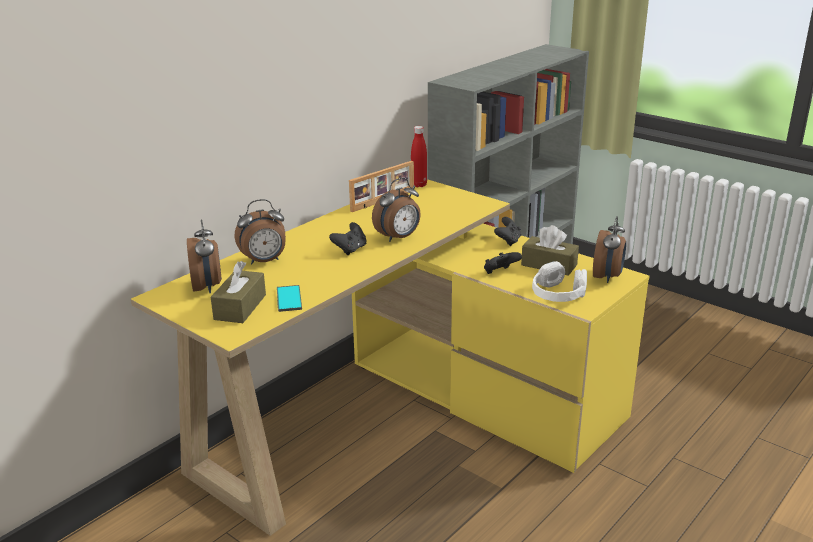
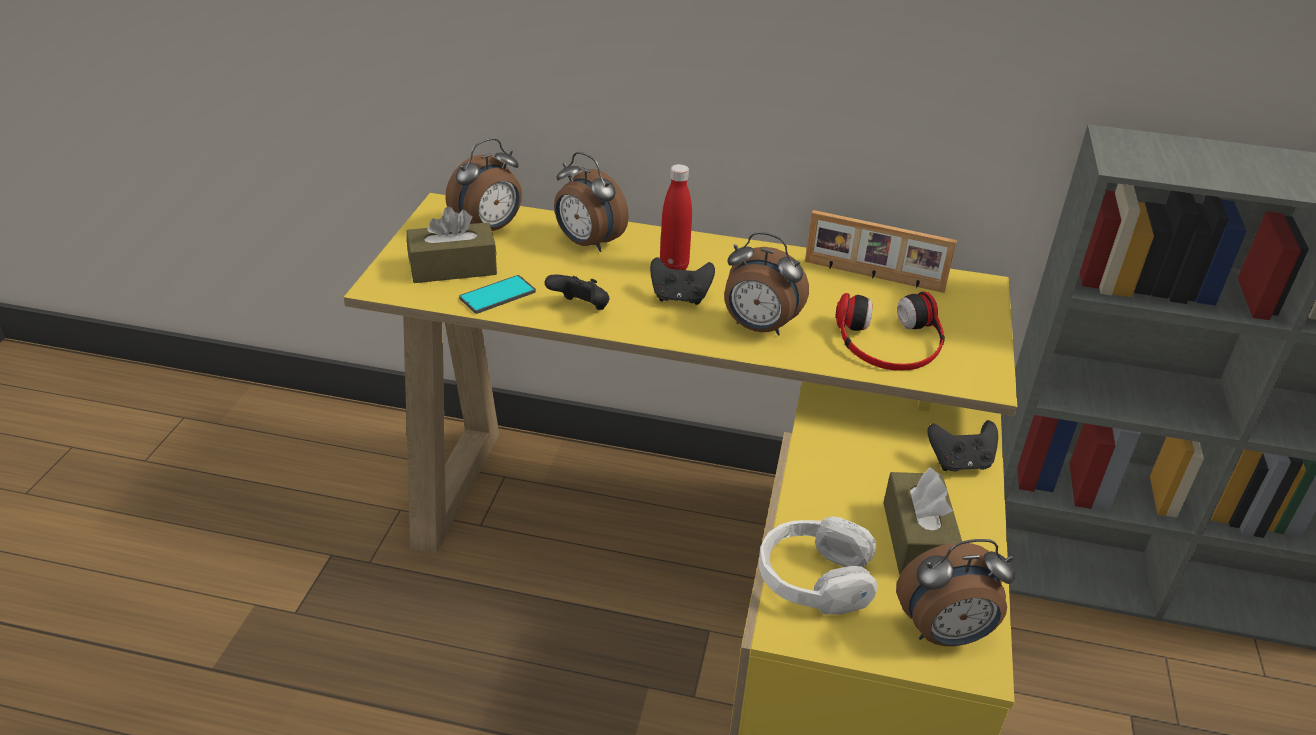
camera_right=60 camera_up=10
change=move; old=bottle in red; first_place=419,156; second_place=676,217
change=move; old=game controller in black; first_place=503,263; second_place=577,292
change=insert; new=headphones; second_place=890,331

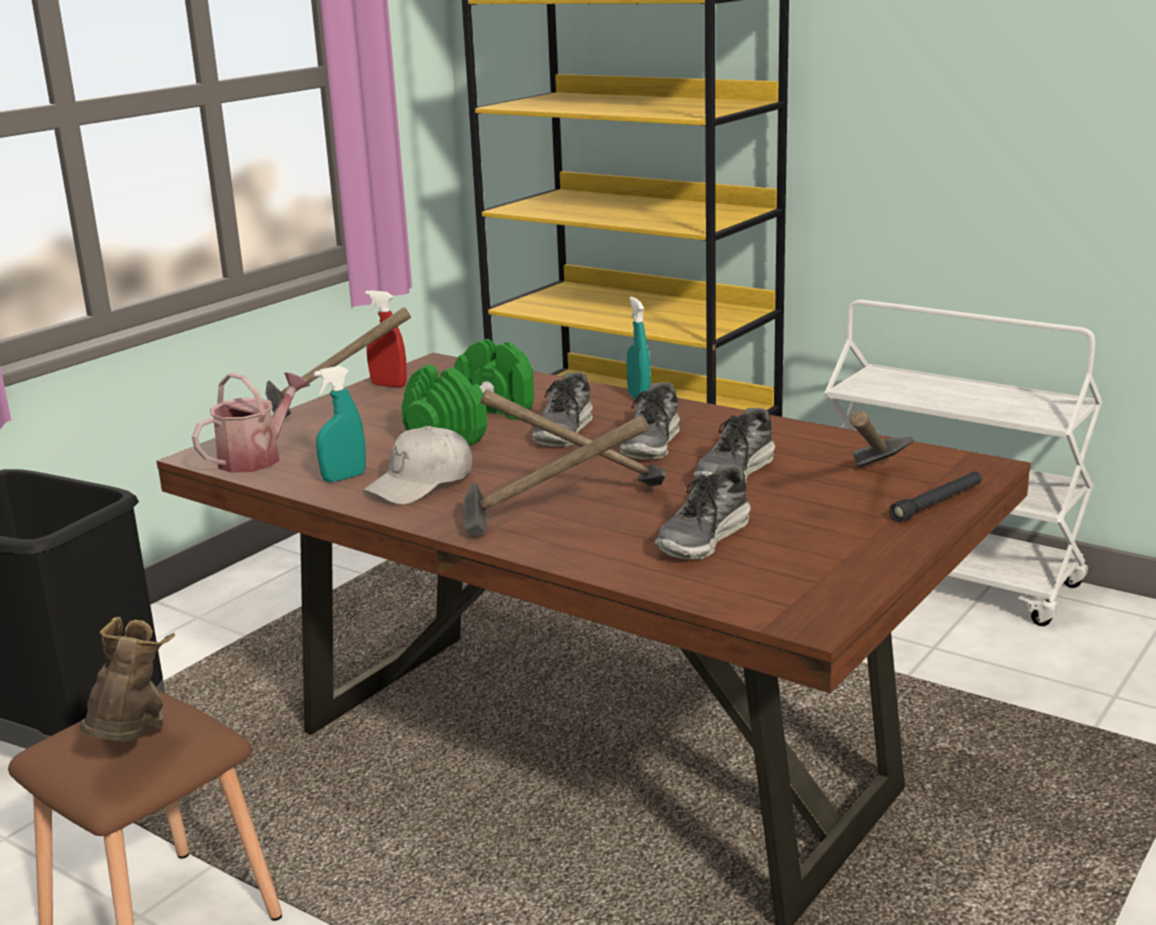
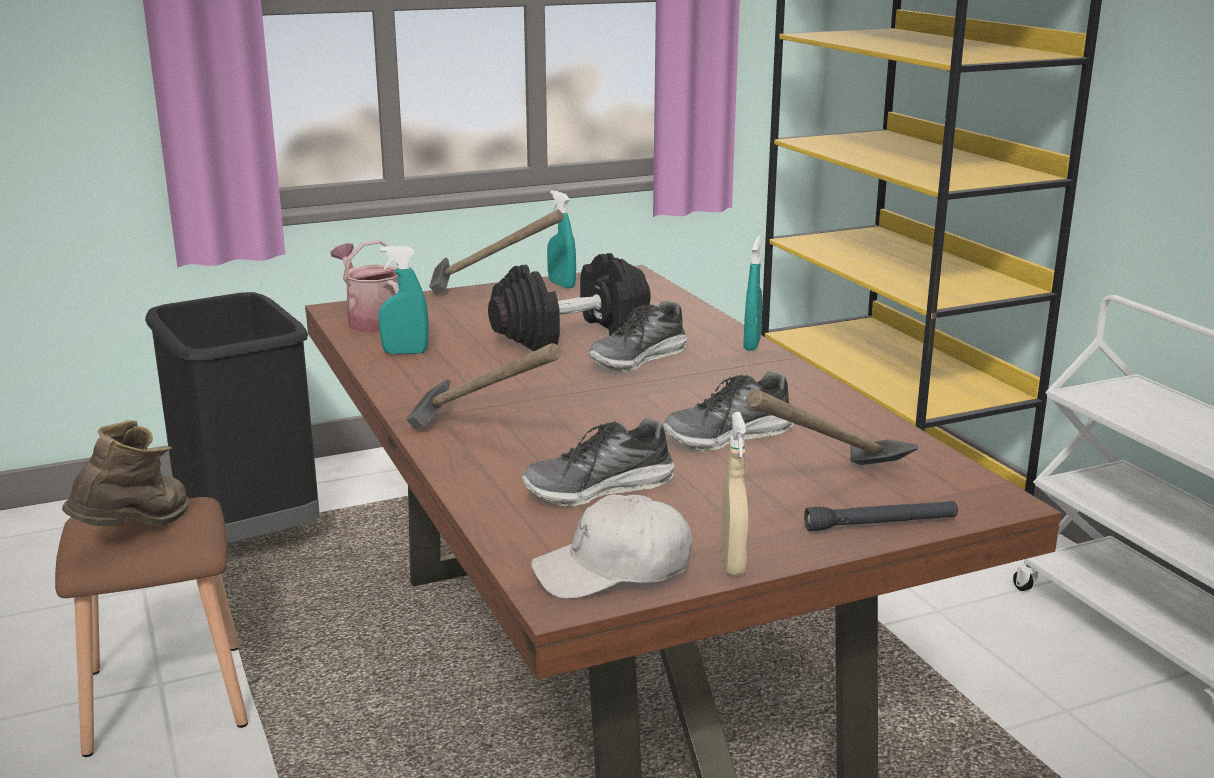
camera_right=30 camera_up=0
change=rotate; old=watering can; first_place=250,423; second_place=364,286; degrees=-105
change=move; old=cap in white; first_place=417,465; second_place=611,546
change=recolor; old=spray bottle in red; new=spray bottle in turquoise; first_place=385,338; second_place=561,239
change=recolor; old=dumbbell in green; new=dumbbell in black; first_place=467,392; second_place=569,302
change=delete; old=hammer; first_place=573,437
change=delete; old=shoe; first_place=650,420
change=insert; new=spray bottle in beige; second_place=734,493

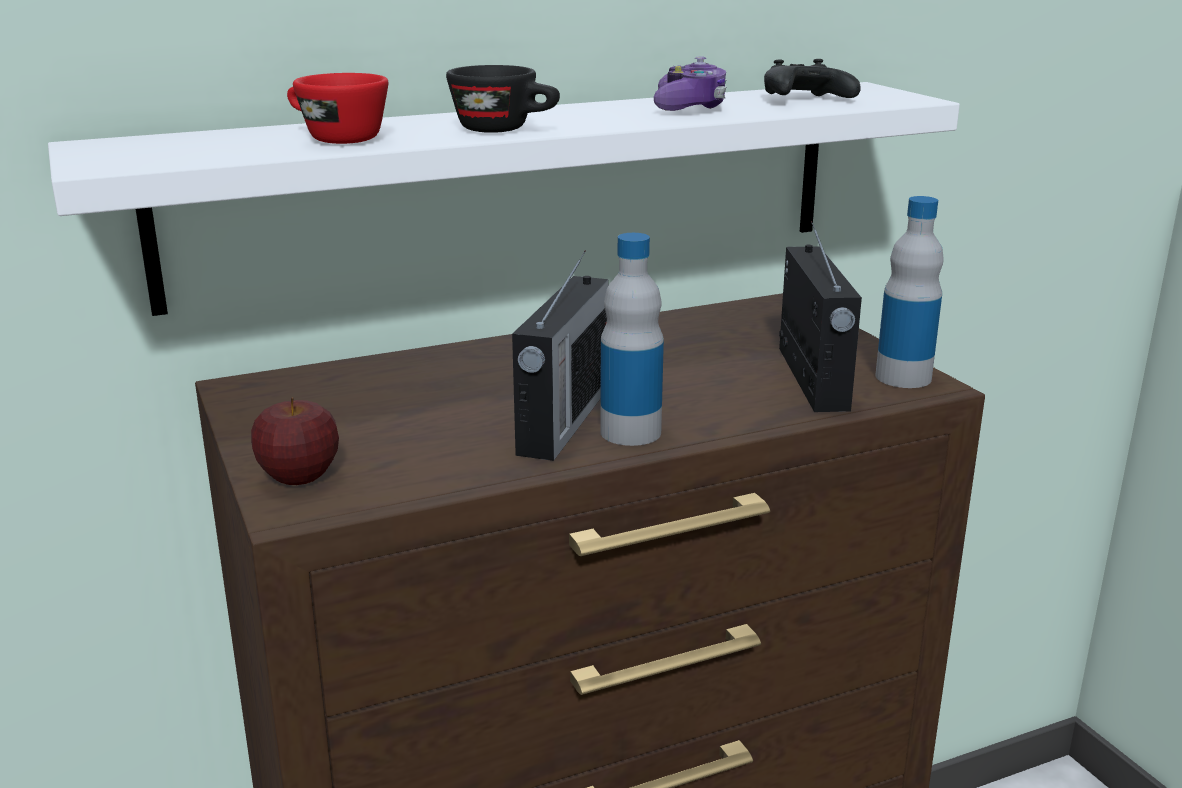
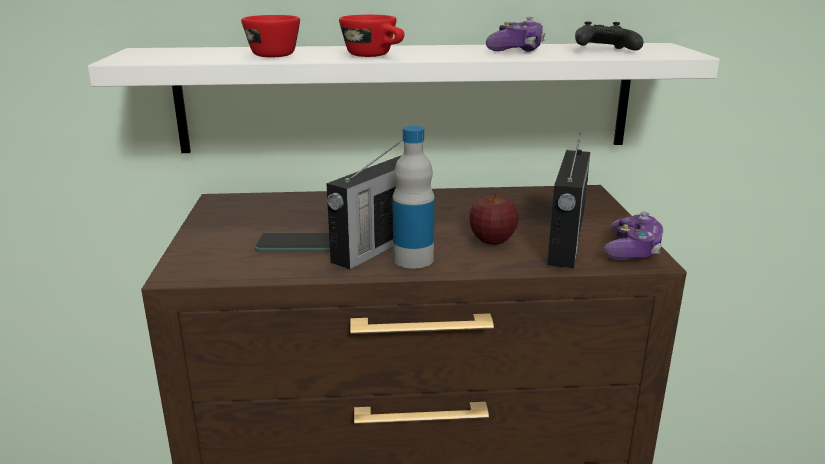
camera_right=20 camera_up=0
change=move; old=apple; first_place=295,441; second_place=494,219
change=recolor; old=cup in black; new=cup in red; first_place=503,99; second_place=371,36
change=replace; old=bottle; new=game controller; first_place=909,292; second_place=634,236
change=insert; new=phone; second_place=292,242

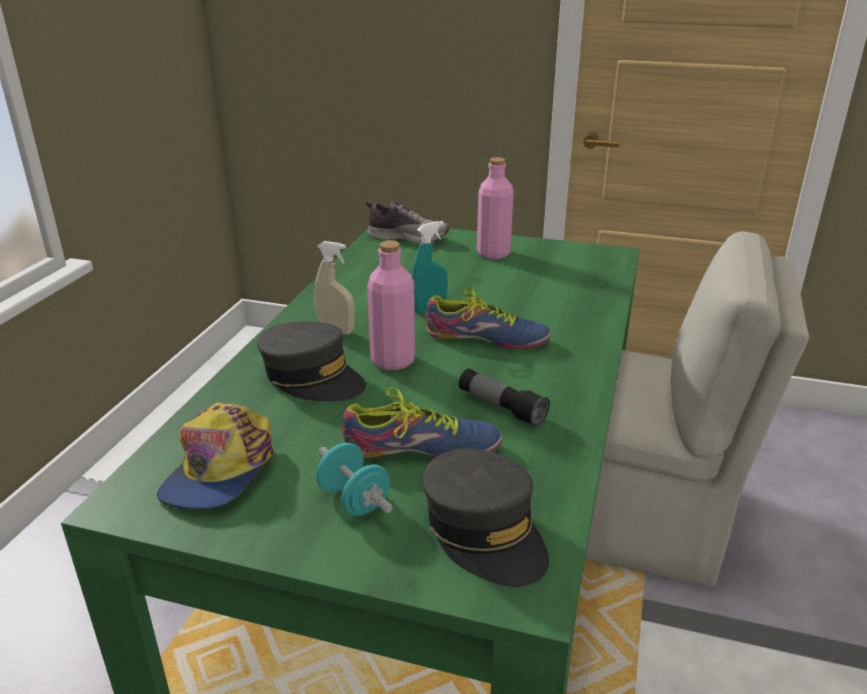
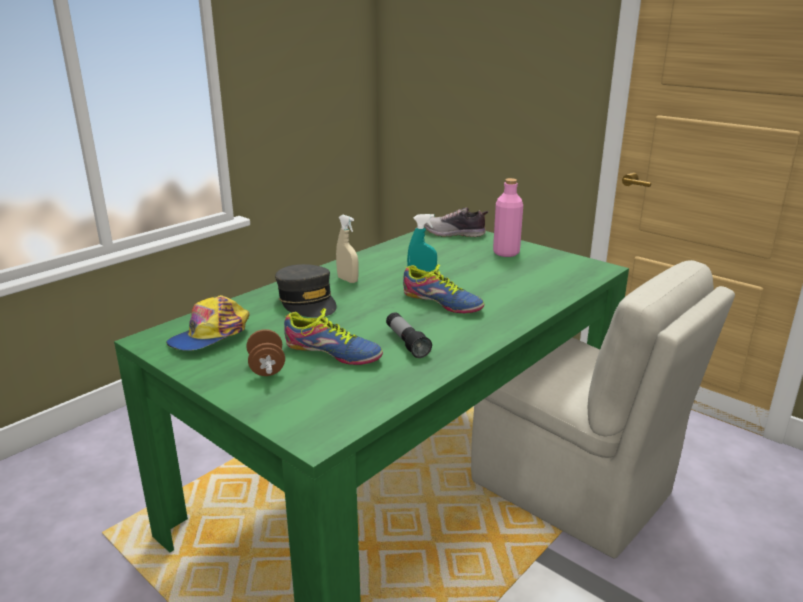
camera_right=25 camera_up=-5
change=recolor; old=dumbbell in turquoise; new=dumbbell in brown; first_place=354,479; second_place=265,352
change=rotate; old=shoe; first_place=407,222; second_place=456,222; degrees=150
change=delete; old=bottle in pink; first_place=391,305
change=delete; old=cap in grey; first_place=486,518

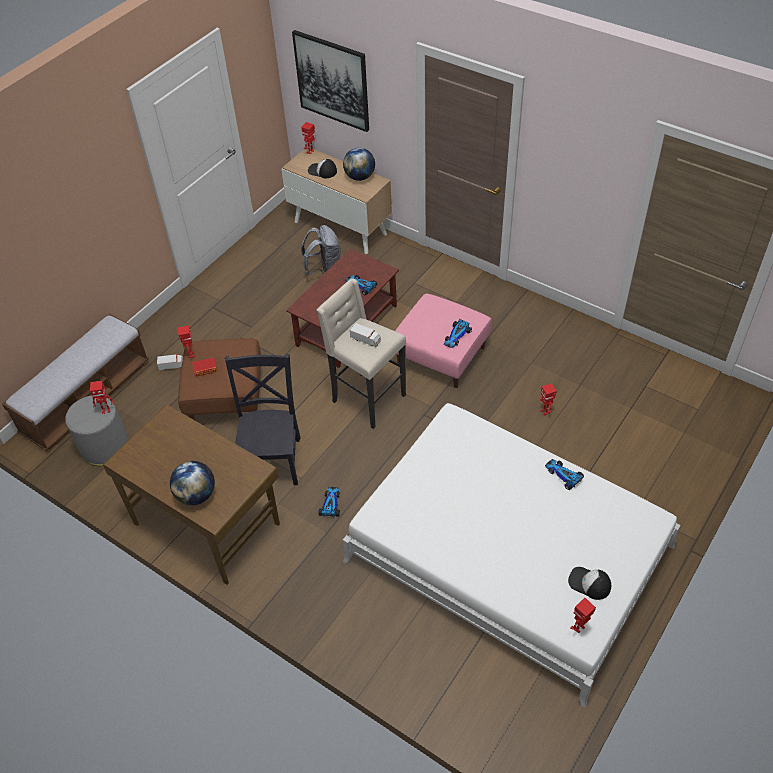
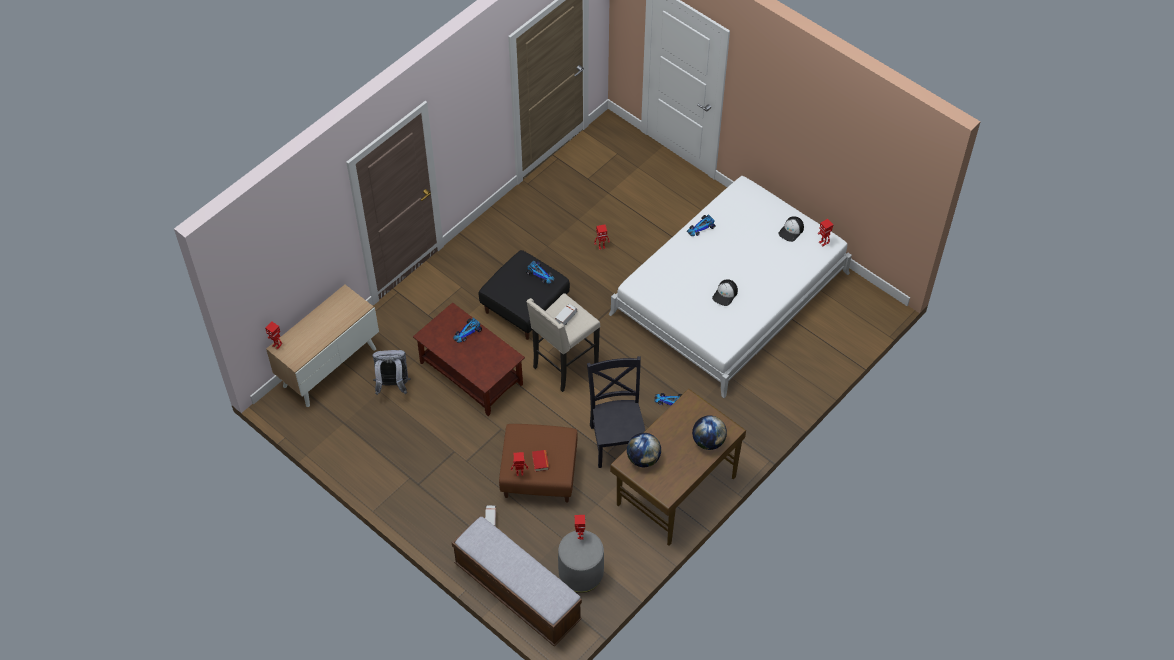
camera_right=-85 camera_up=5
change=rotate; old=chair in black; first_place=263,419; second_place=616,412; degrees=75
change=delete; old=picture; first_place=330,81
change=move; old=cap; first_place=322,168; second_place=725,292
change=move; old=globe; first_place=359,164; second_place=644,450
change=recolor; old=ottoman in pink; new=ottoman in black; first_place=443,340; second_place=524,295

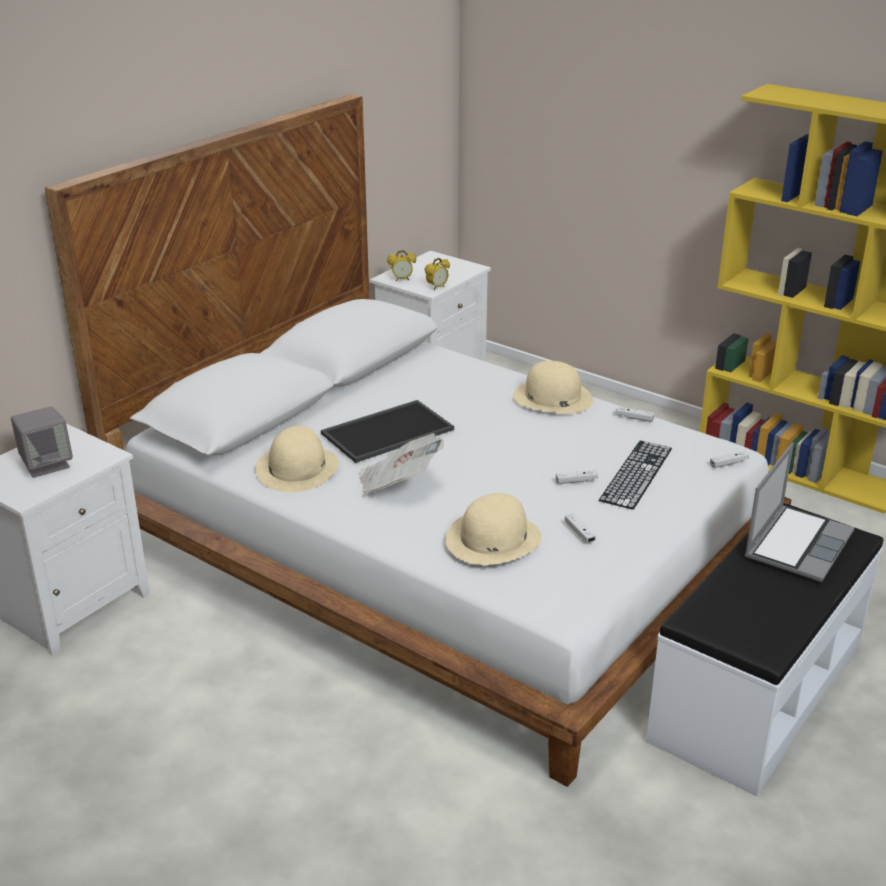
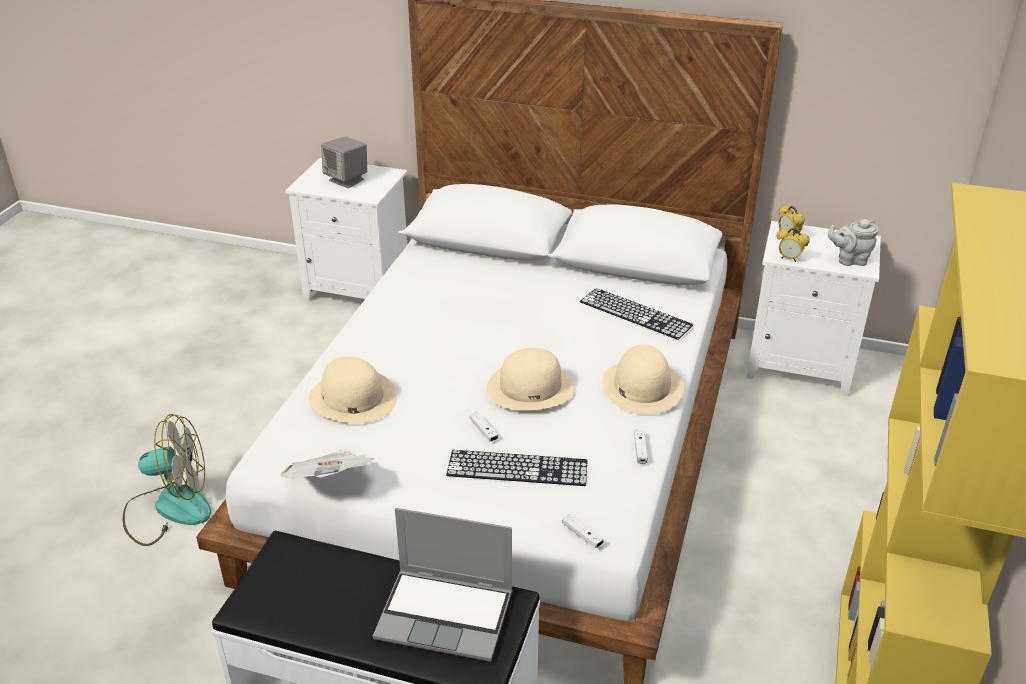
camera_right=70 camera_up=5
change=move; old=hat in beige; first_place=296,459; second_place=530,379
change=delete; old=tray; first_place=387,431
change=move; old=newspaper; first_place=401,463; second_place=327,464
change=delete; old=game controller in white; first_place=580,528
change=insert; new=fan; second_place=167,480
change=insert; new=keyboard; second_place=636,314
change=insert; new=teapot in grey; second_place=853,242

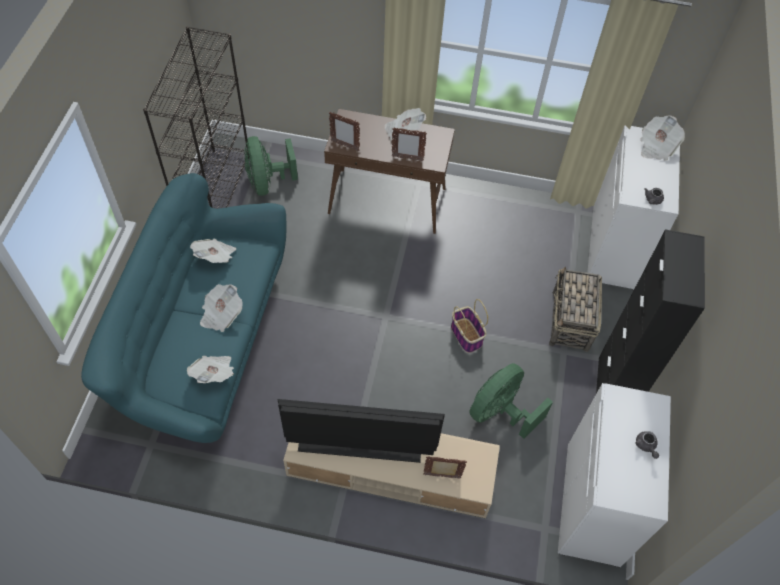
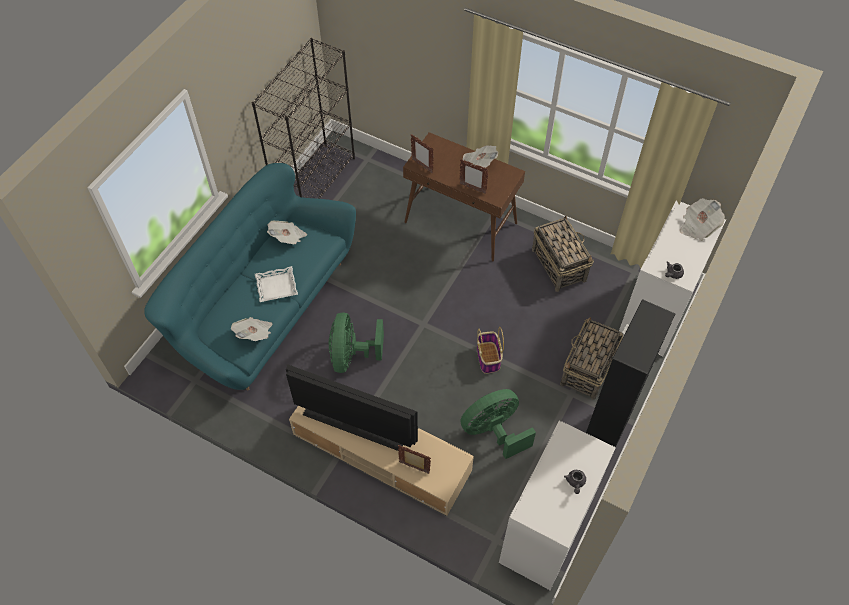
camera_right=20 camera_up=0
change=replace; old=newspaper; new=tray in white; first_place=221,308; second_place=276,284
change=move; old=fan in green; first_place=271,166; second_place=356,343
change=insert; new=basket; second_place=563,253

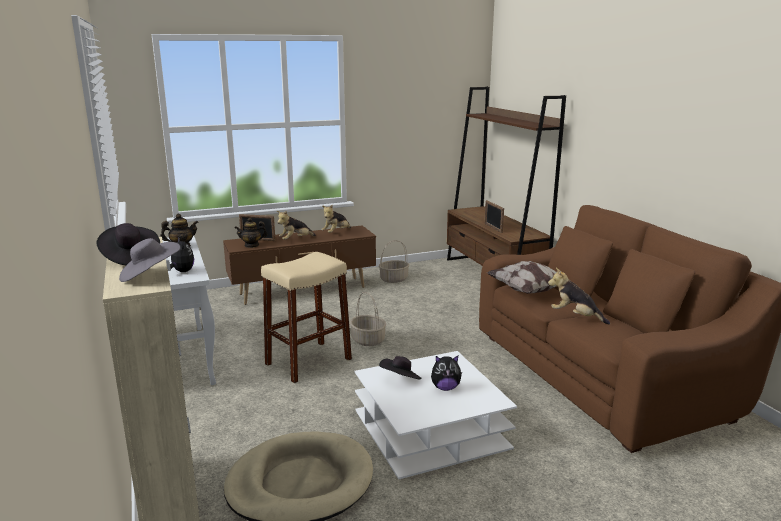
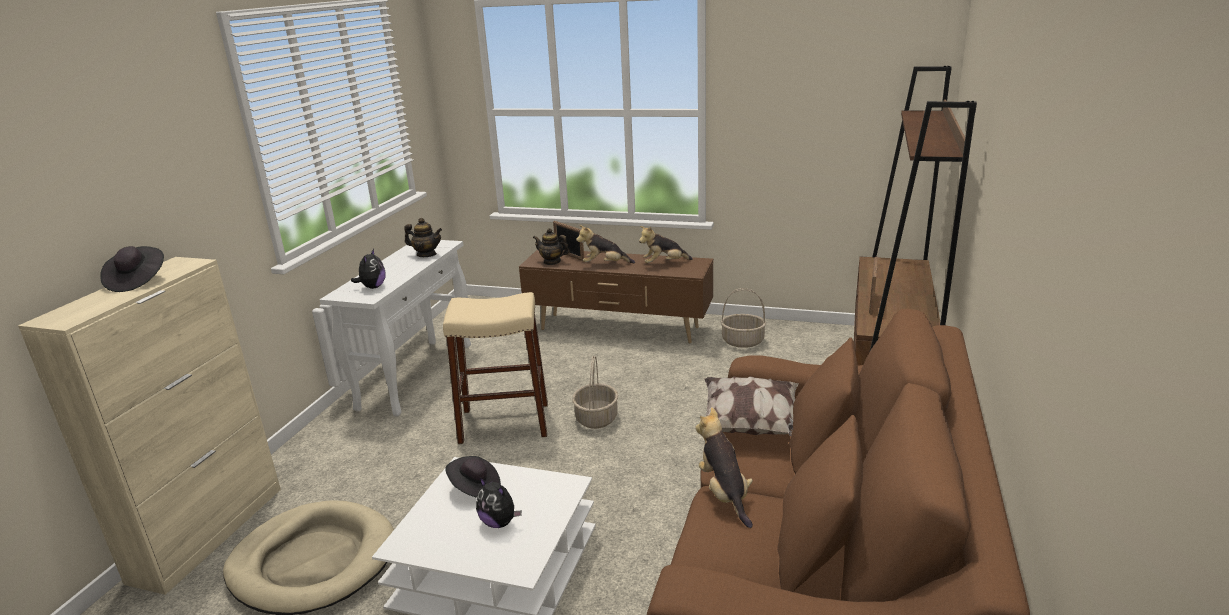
camera_right=40 camera_up=5
change=delete; old=hat in grey; first_place=149,260

